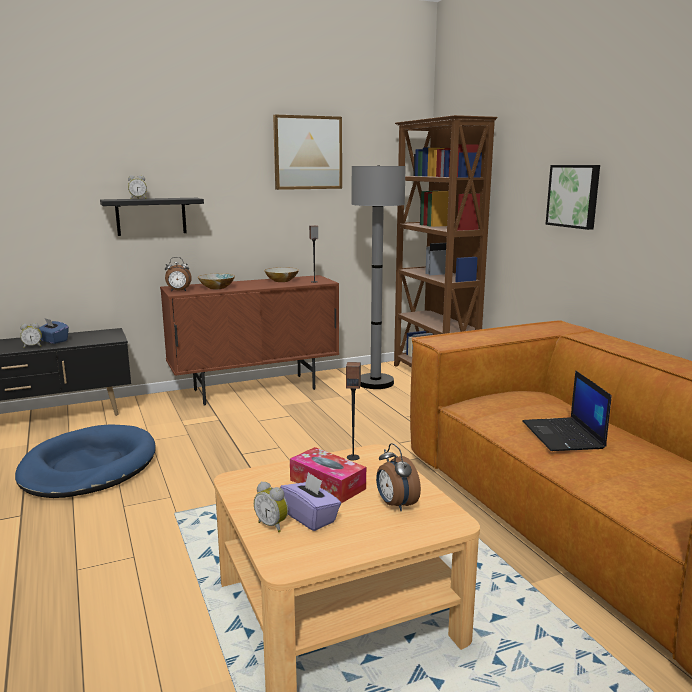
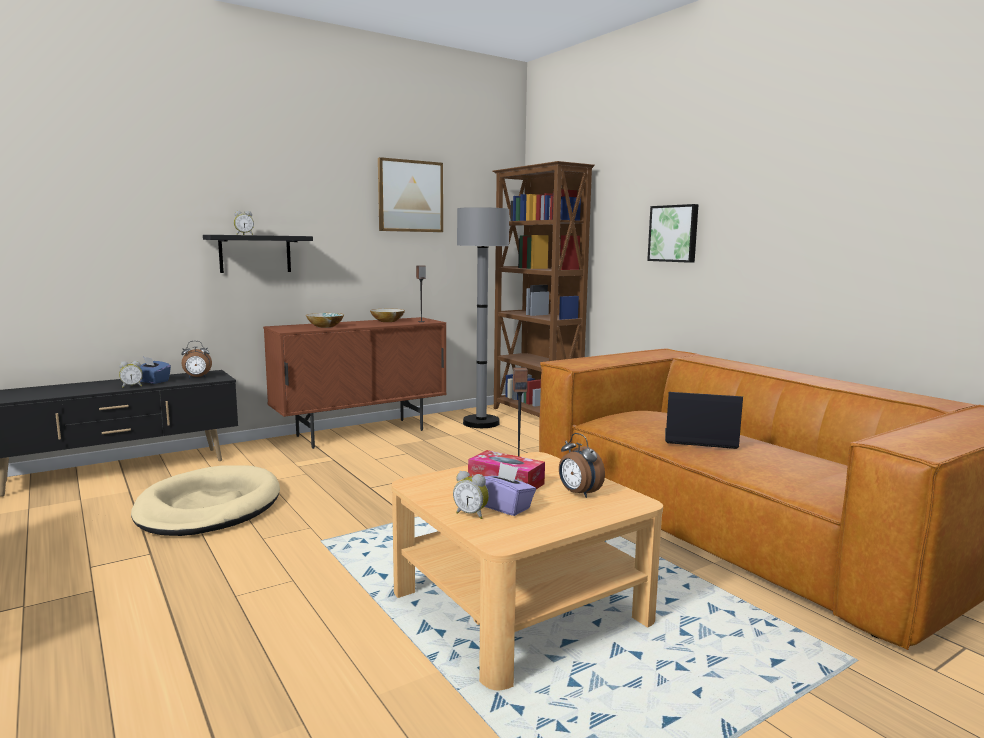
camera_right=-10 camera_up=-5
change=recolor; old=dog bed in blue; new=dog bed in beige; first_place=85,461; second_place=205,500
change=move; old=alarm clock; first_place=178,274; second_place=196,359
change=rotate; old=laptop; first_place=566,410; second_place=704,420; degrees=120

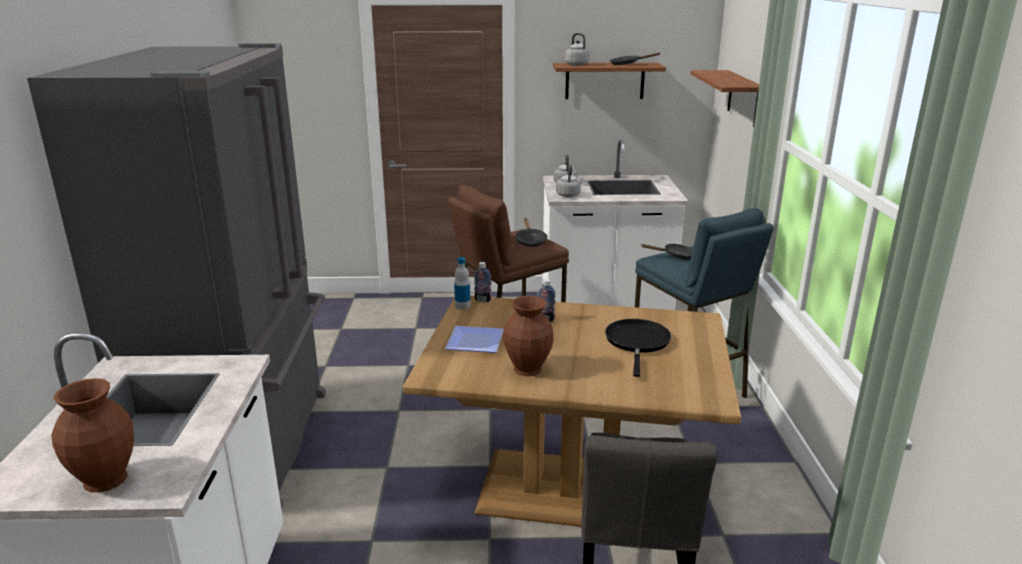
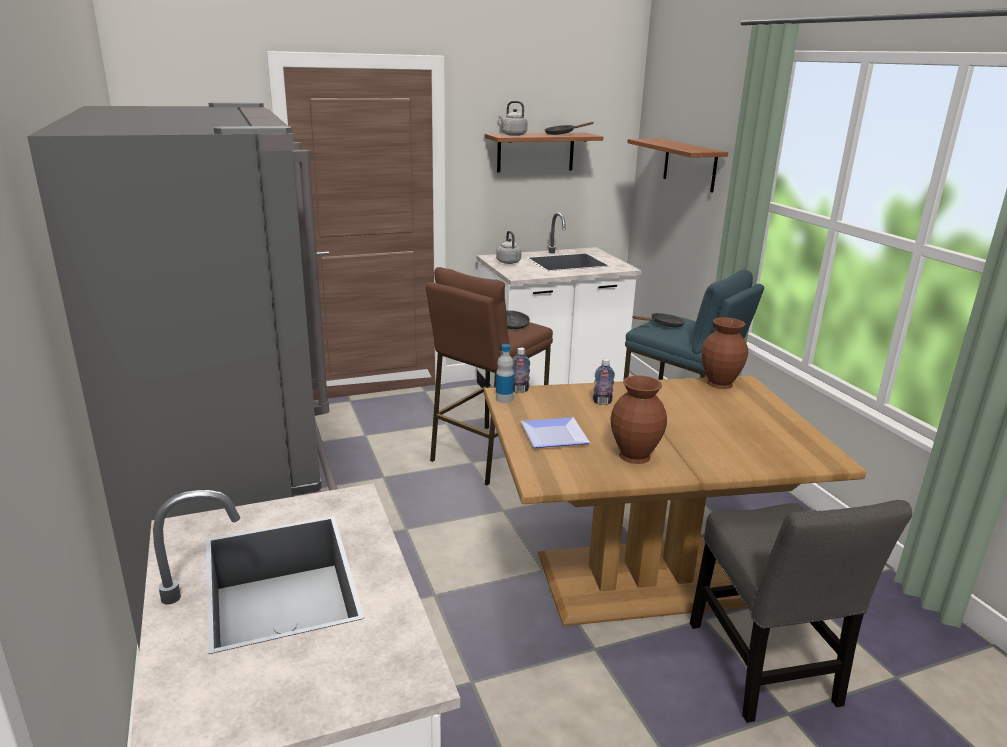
camera_right=-20 camera_up=0
change=move; old=vase in brown; first_place=92,435; second_place=725,353
change=delete; old=kettle in grey; first_place=568,181
change=delete; old=frying pan in black; first_place=638,348

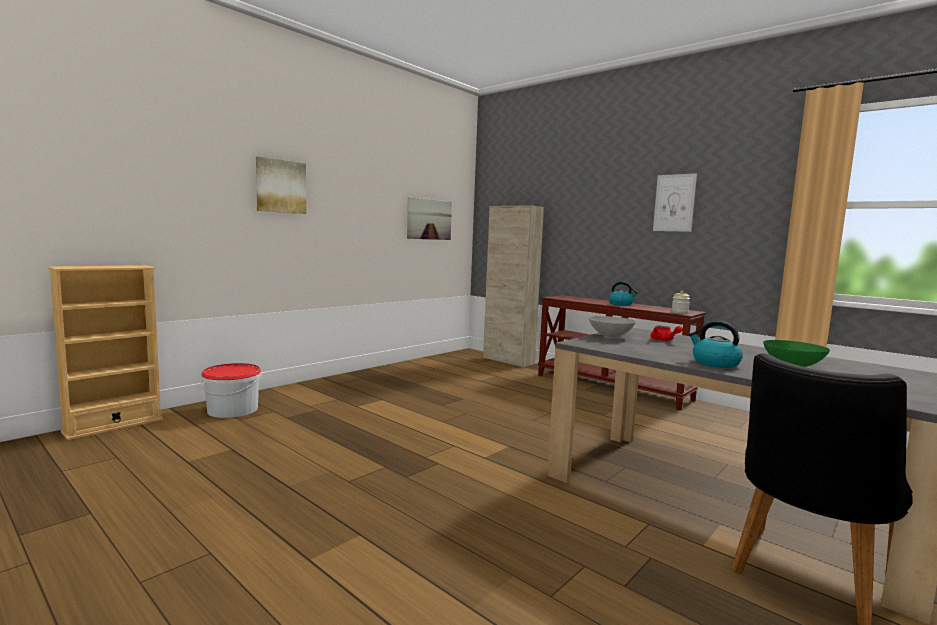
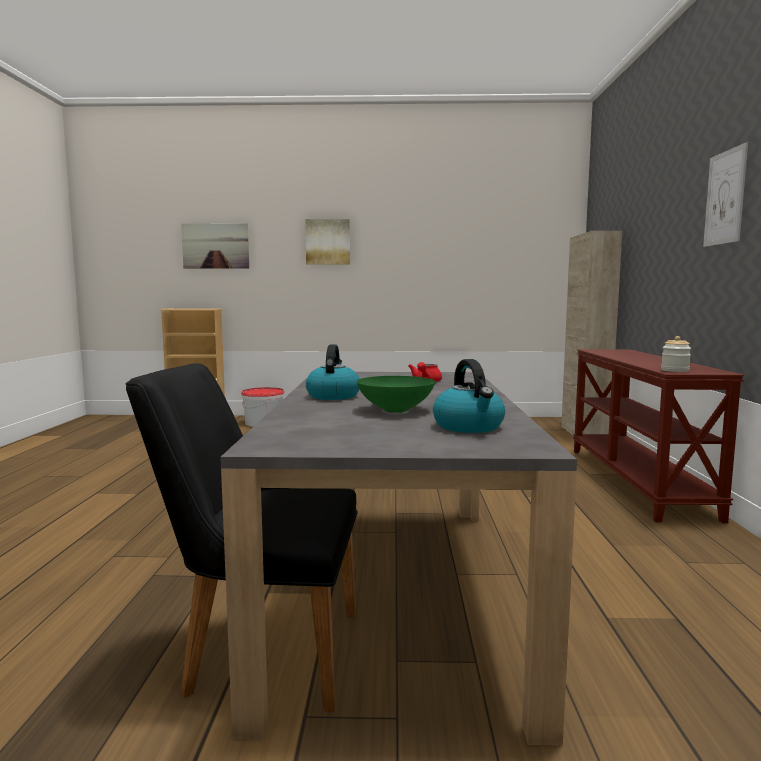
camera_right=50 camera_up=0
change=move; old=picture; first_place=429,218; second_place=215,246
change=delete; old=bowl in grey; first_place=612,327
change=move; old=kettle; first_place=623,294; second_place=469,396

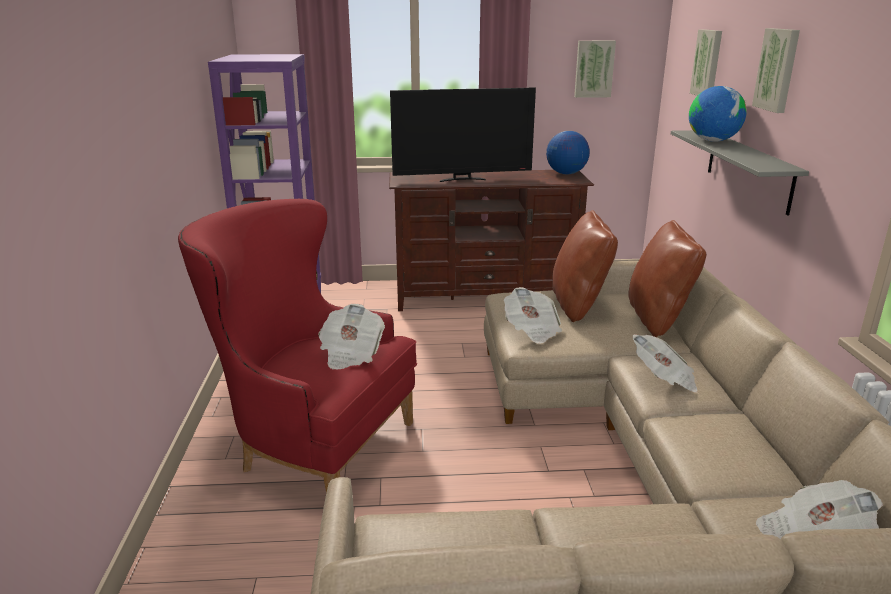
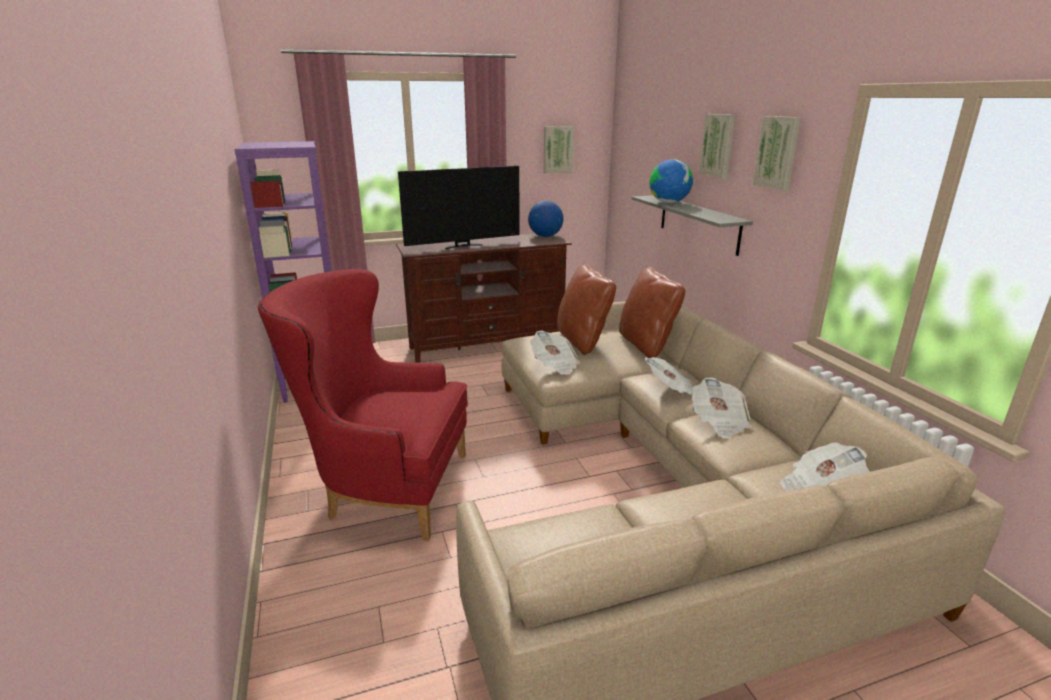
camera_right=-15 camera_up=0
change=move; old=newspaper; first_place=351,336; second_place=721,408
change=move; old=picture; first_place=706,62; second_place=777,153

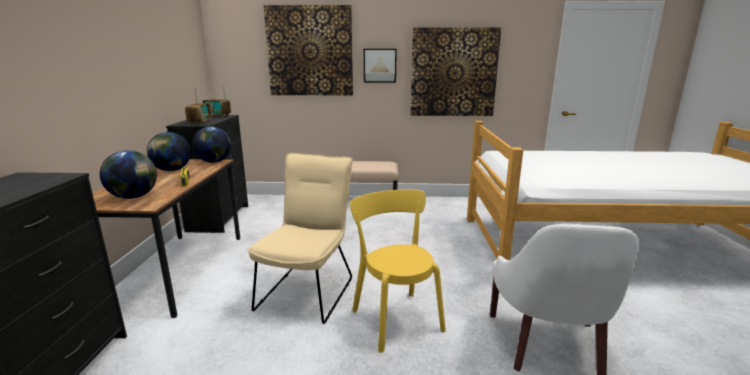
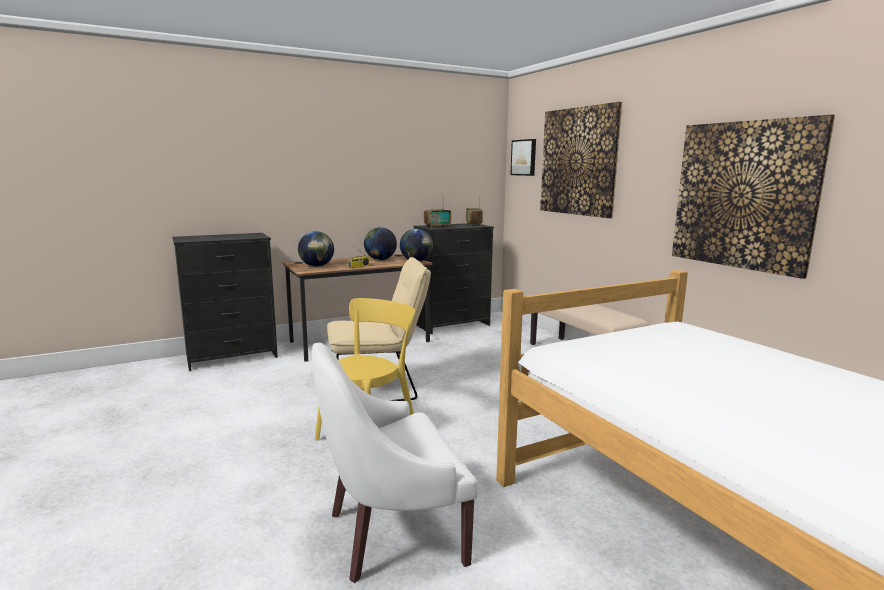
camera_right=60 camera_up=-5
change=move; old=picture; first_place=380,66; second_place=523,157

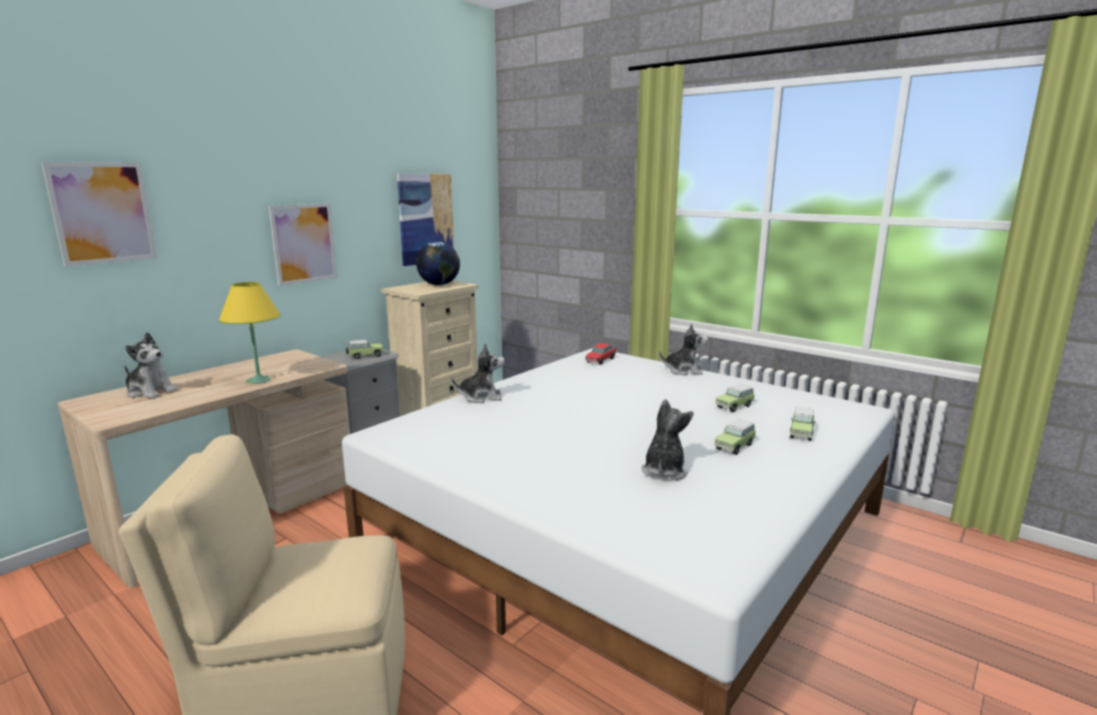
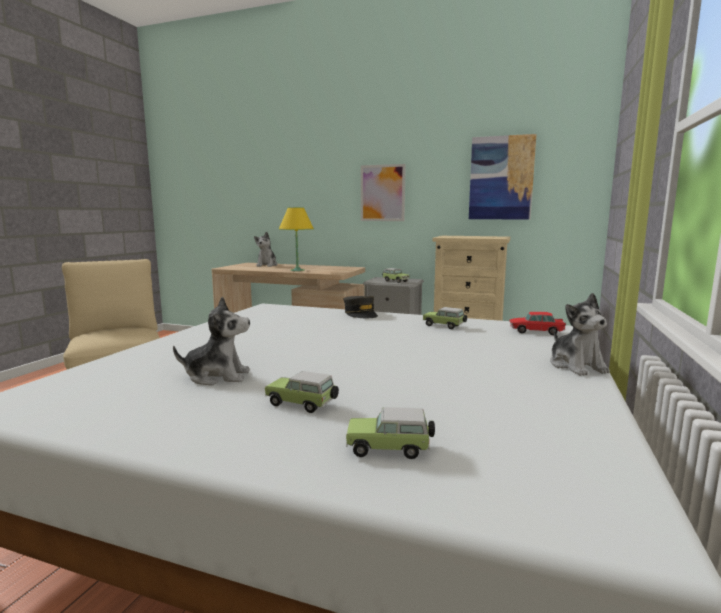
camera_right=70 camera_up=-5
change=delete; old=picture; first_place=99,214
change=delete; old=globe; first_place=438,263
change=replace; old=plush toy; new=cap in grey; first_place=478,373; second_place=361,307
change=move; old=toy car; first_place=735,398; second_place=445,318

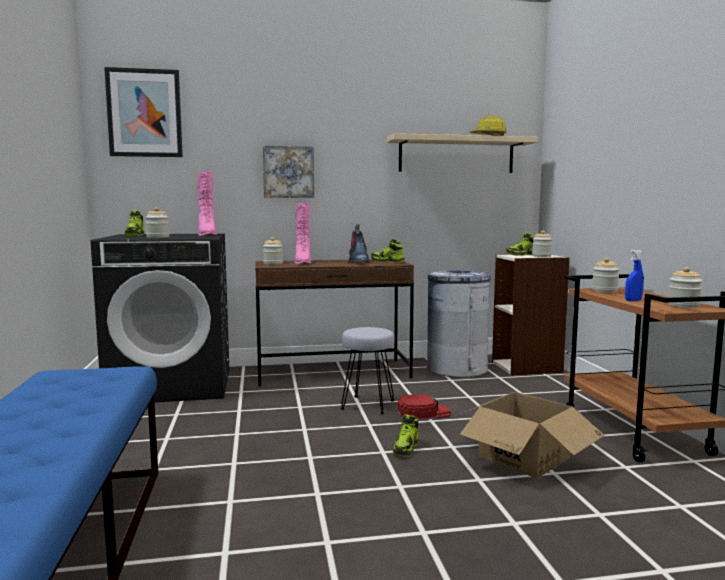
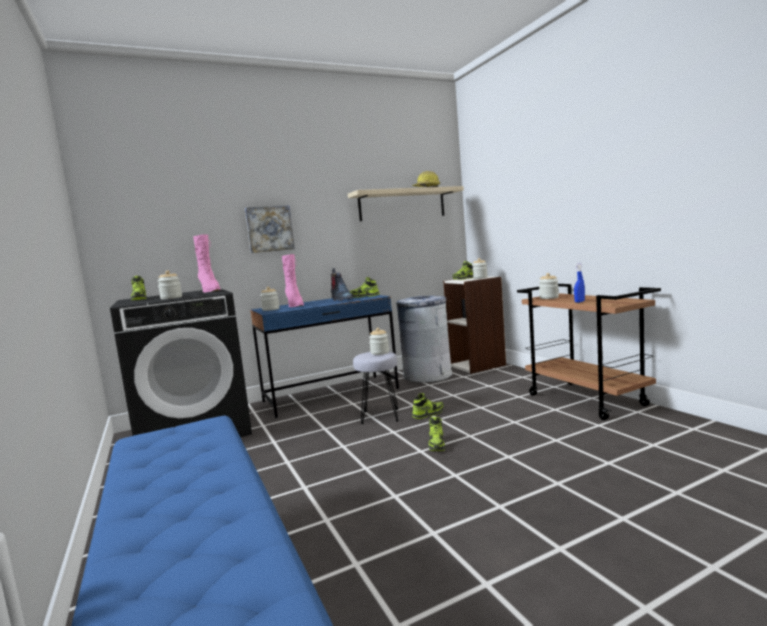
camera_right=-15 camera_up=0
change=delete; old=picture; first_place=143,112
change=recolor; old=desk in brown; new=desk in blue; first_place=334,323; second_place=324,356
change=replace; old=cap in red; new=shoe; first_place=424,407; second_place=428,406
change=delete; old=cardboard box; first_place=529,435
change=move; old=jar; first_place=685,287; second_place=379,341

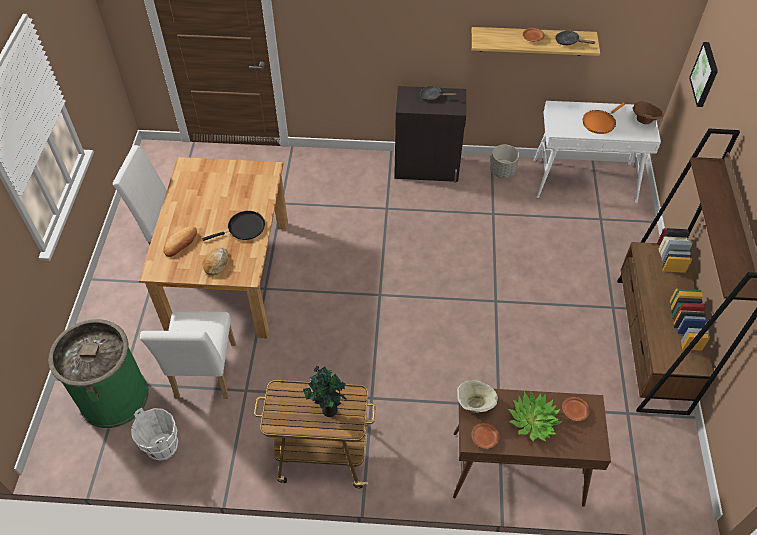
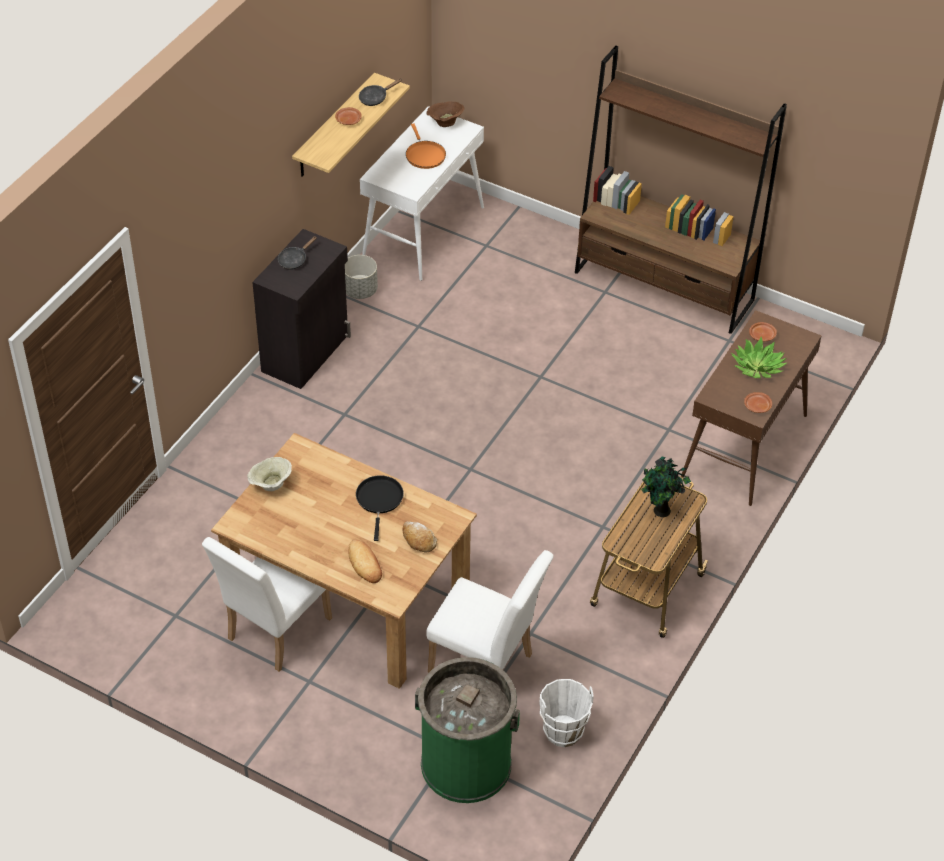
camera_right=-65 camera_up=-5
change=move; old=bowl in beige; first_place=477,396; second_place=269,474
change=delete; old=picture; first_place=703,74

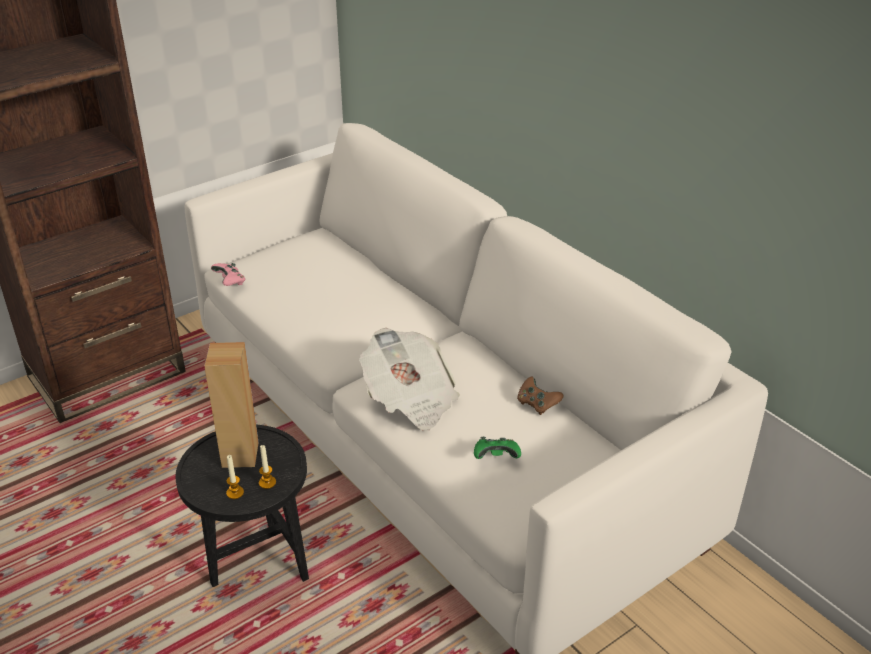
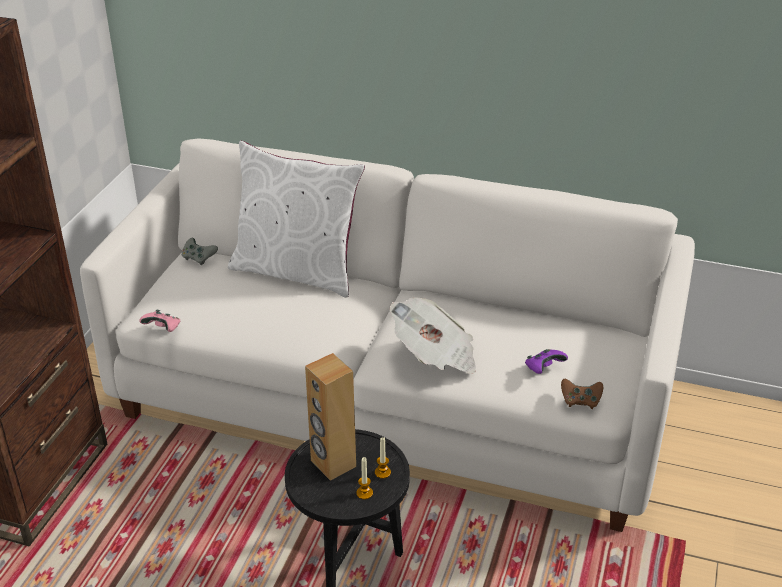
camera_right=-35 camera_up=0
change=recolor; old=game controller in green; new=game controller in purple; first_place=497,448; second_place=546,361
change=move; old=game controller in brown; first_place=540,396; second_place=582,394
change=insert; new=game controller in grey; second_place=200,252
change=insert; new=pillow in white; second_place=296,219

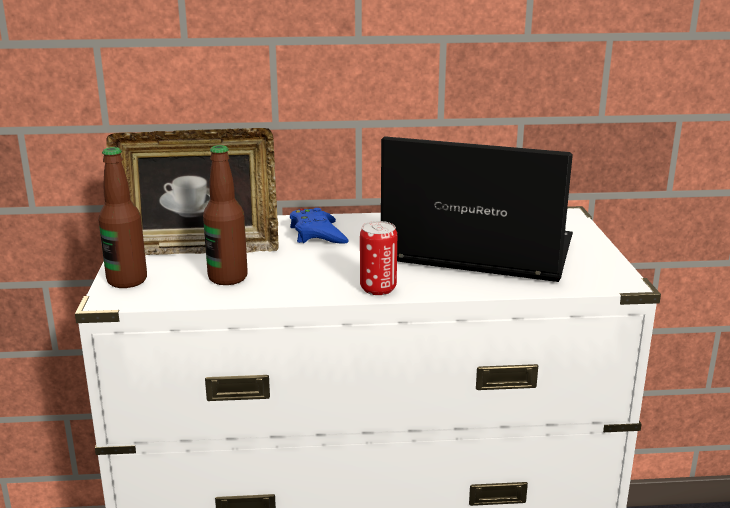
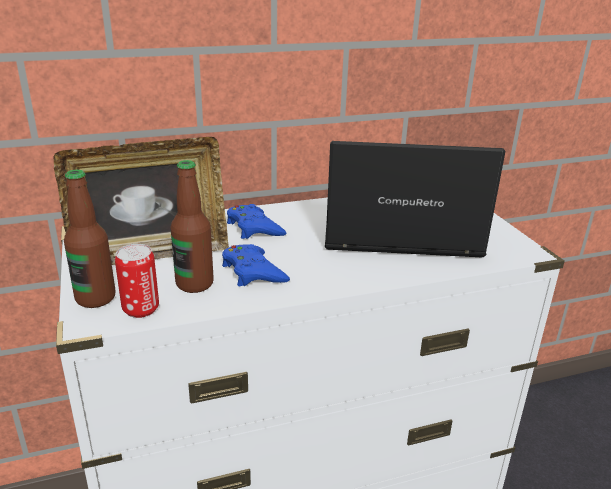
camera_right=-15 camera_up=5
change=move; old=can; first_place=378,258; second_place=137,281
change=insert; new=game controller in blue; second_place=256,265

